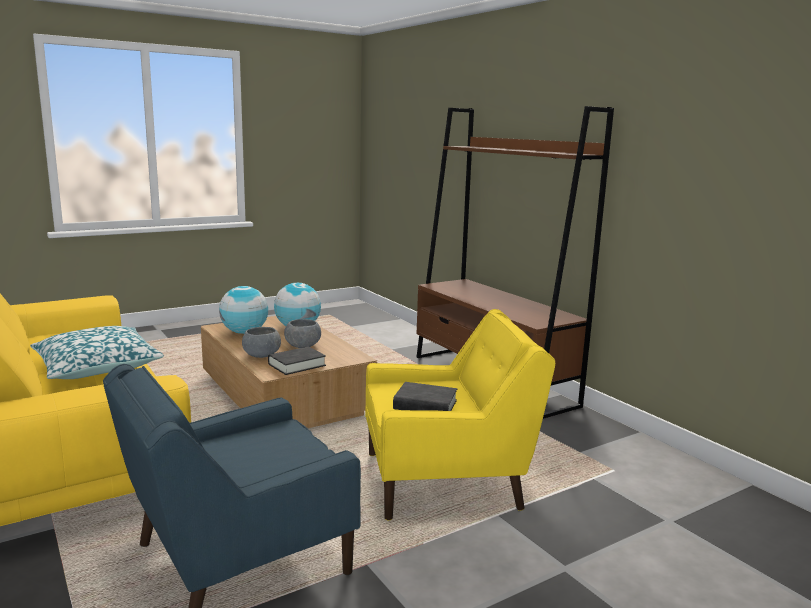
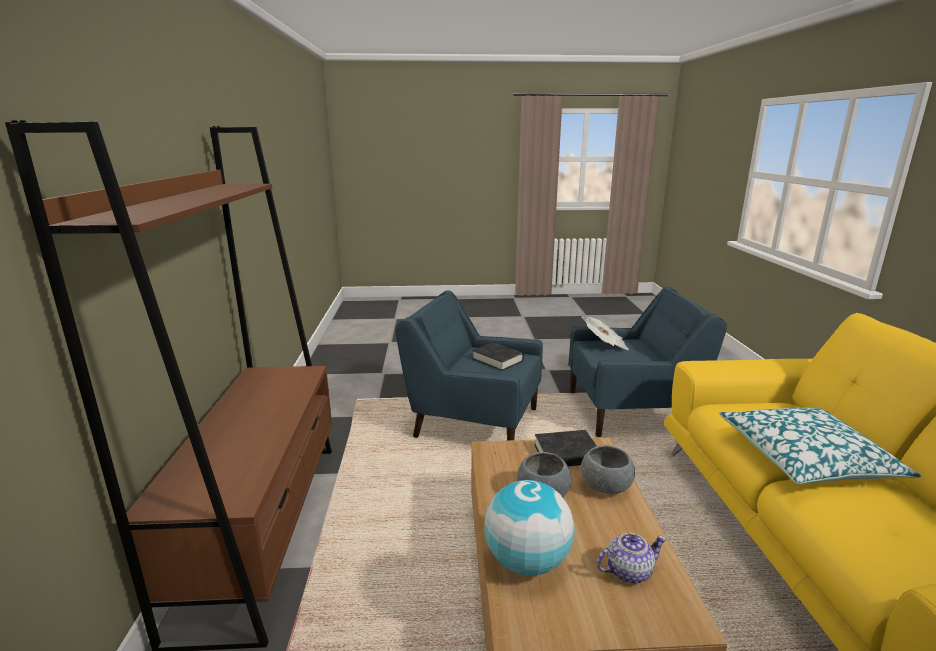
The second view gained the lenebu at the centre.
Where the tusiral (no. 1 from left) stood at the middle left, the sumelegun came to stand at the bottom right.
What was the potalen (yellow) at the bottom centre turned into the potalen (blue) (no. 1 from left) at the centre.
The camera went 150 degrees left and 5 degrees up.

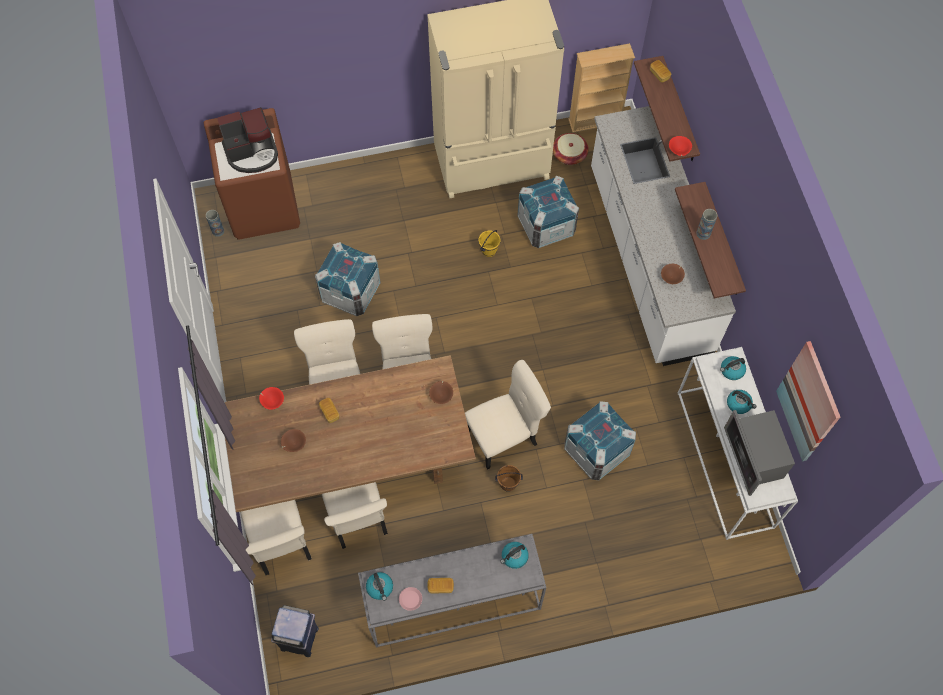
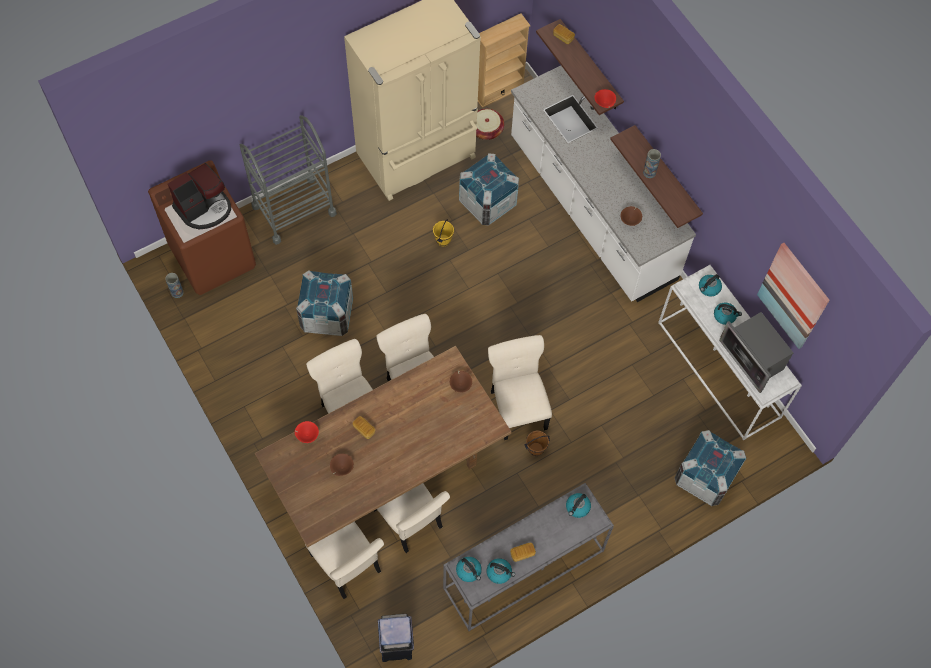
The second view gained the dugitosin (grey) at the top left.
The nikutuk (no. 3 from left) ended up elsewhere, having gone from the centre to the bottom right.
Where the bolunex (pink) stood at the bottom centre, the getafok (no. 2 from left) came to stand at the bottom centre.
The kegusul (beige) (no. 5 from left) at the centre ended up facing another way, 60 degrees counterclockwise from before.
The camera went 20 degrees left and 0 degrees up.

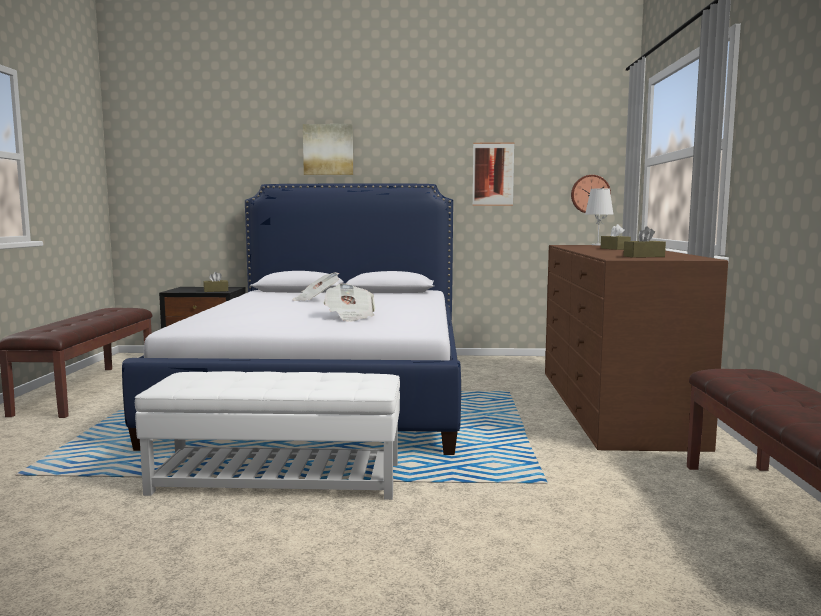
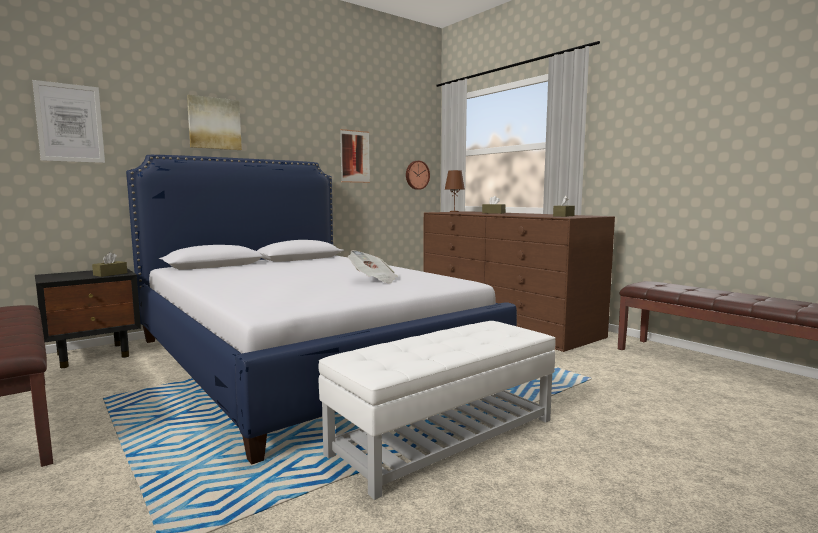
The second view lost the lenebu (no. 1 from left) at the centre.
The second view gained the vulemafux (no. 1 from left) at the top left.
What was the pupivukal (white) at the middle right turned into the pupivukal (brown) at the centre.
The camera went 40 degrees left and 0 degrees up.

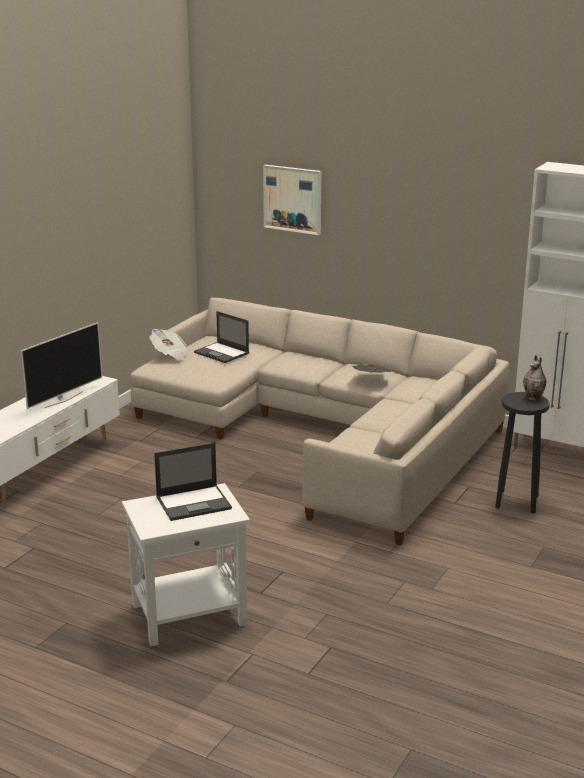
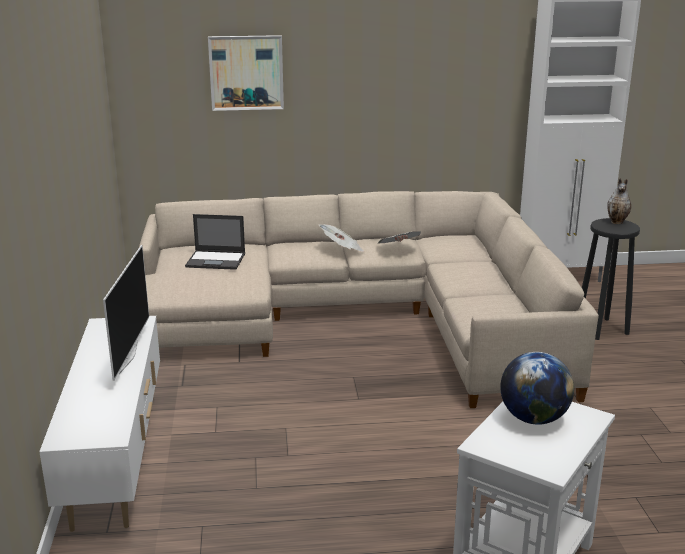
The lenebu (no. 1 from left) ended up elsewhere, having gone from the middle left to the centre.
Where the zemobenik (no. 1 from left) stood at the middle left, the tusiral came to stand at the bottom right.
The camera went 35 degrees left and 0 degrees up.

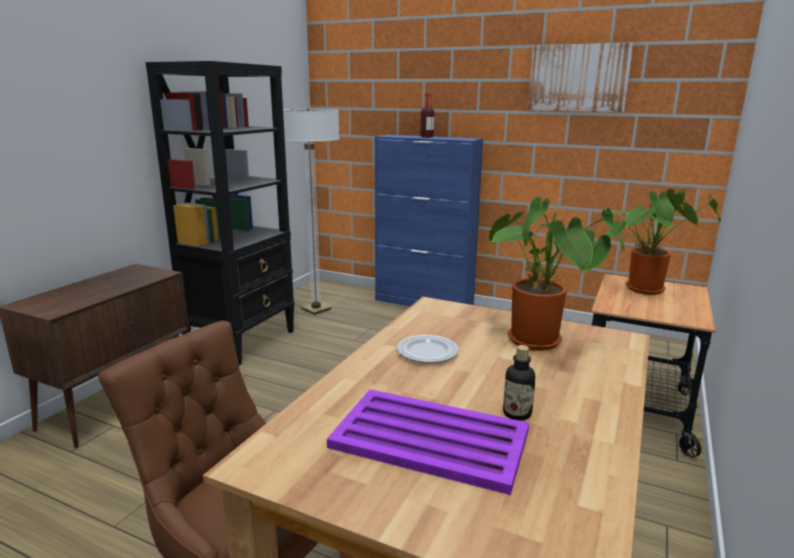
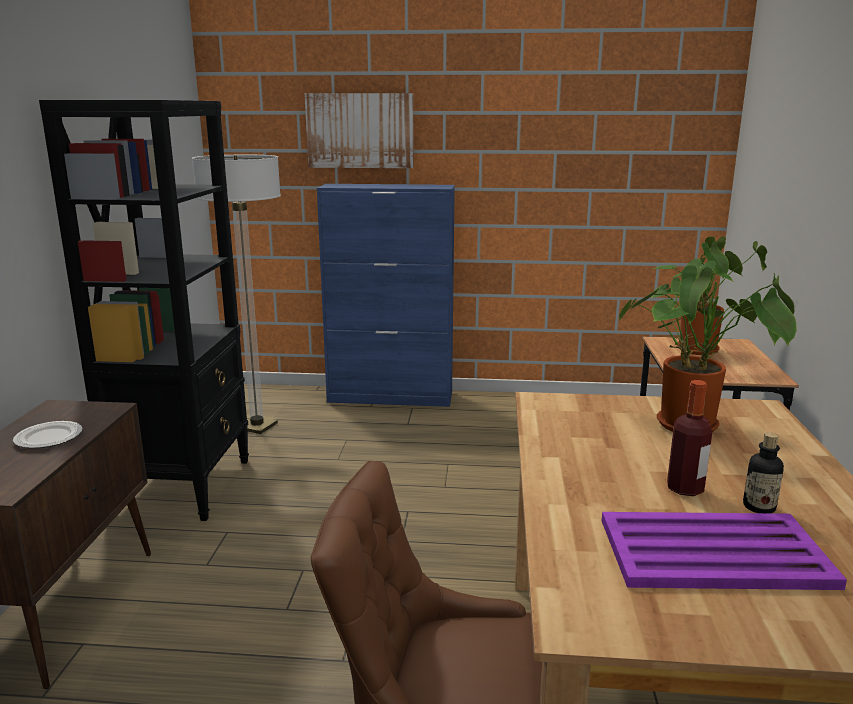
The bolunex ended up elsewhere, having gone from the centre to the middle left.
The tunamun (no. 1 from left) ended up elsewhere, having gone from the top centre to the middle right.
The vulemafux ended up elsewhere, having gone from the top right to the top centre.
The camera went 20 degrees left and 0 degrees up.

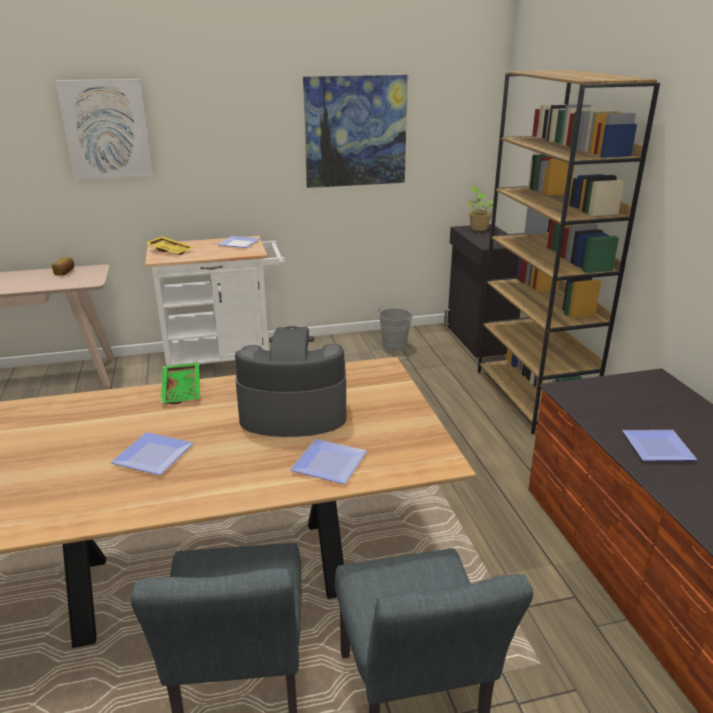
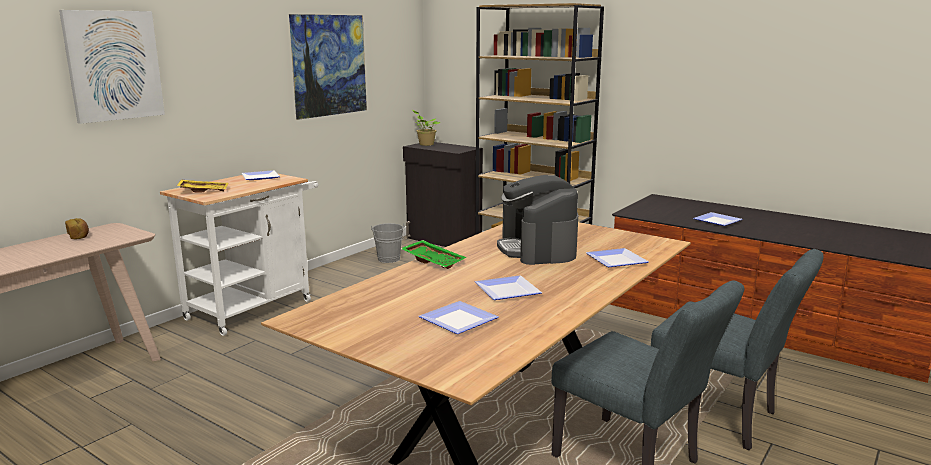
The second view gained the bolunex (no. 2 from left) at the bottom centre.
The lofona at the centre ended up facing another way, 60 degrees counterclockwise from before.
The camera went 40 degrees left and 10 degrees down.

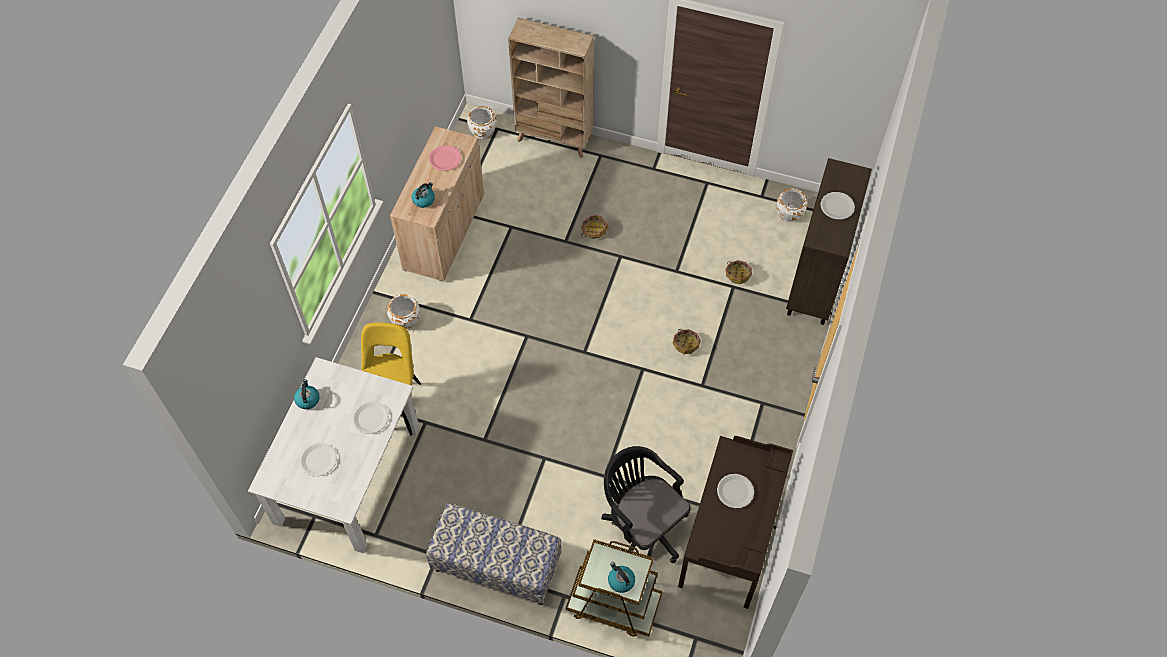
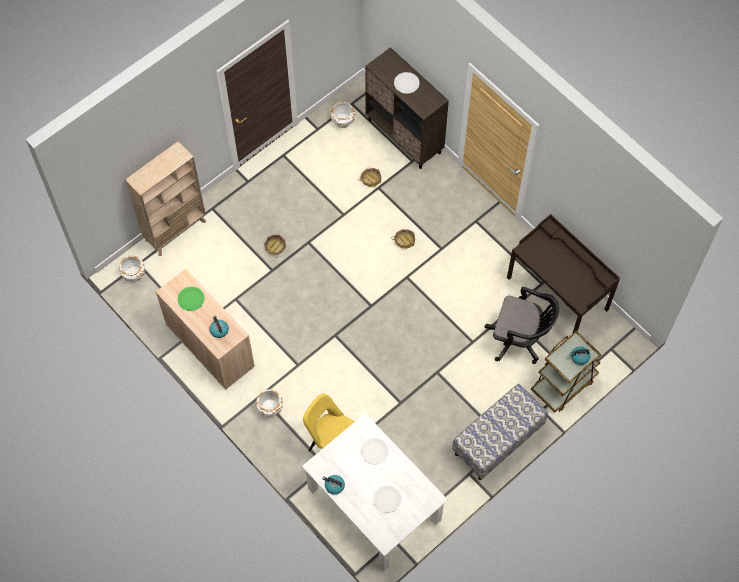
The second view lost the bolunex (white) (no. 3 from left) at the bottom centre.
What was the bolunex (pink) at the top centre turned into the bolunex (green) at the middle left.
The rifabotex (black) at the bottom centre ended up facing another way, 150 degrees counterclockwise from before.
The camera went 60 degrees left and 5 degrees up.

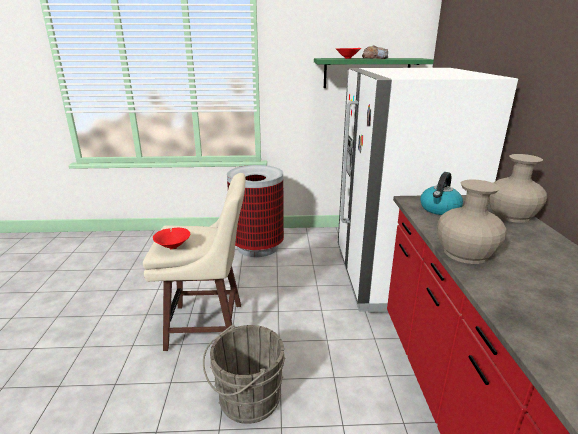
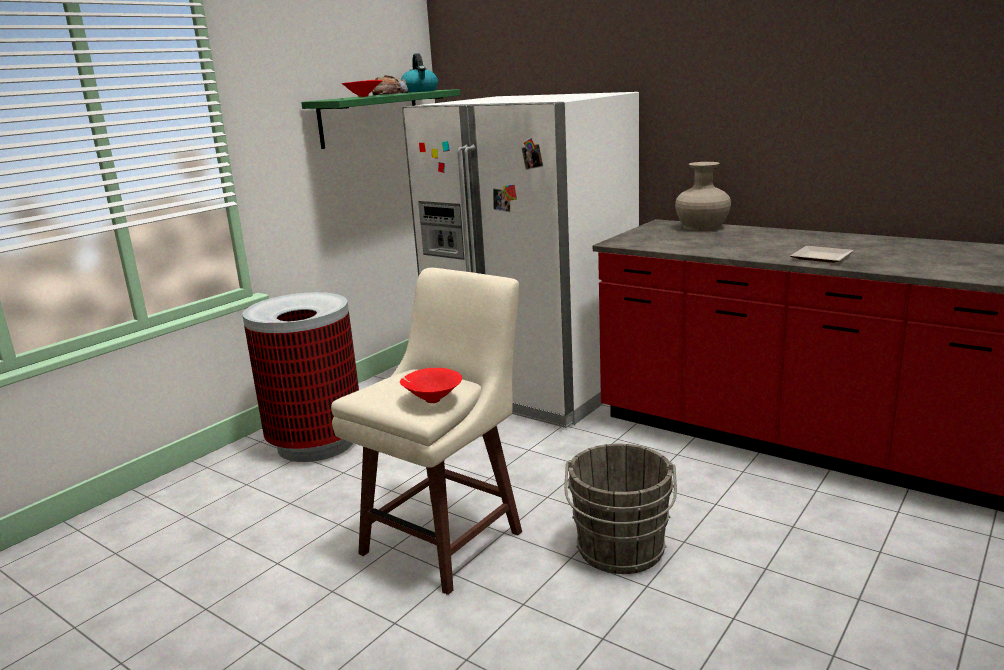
The second view lost the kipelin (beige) (no. 1 from left) at the middle right.
The second view gained the bolunex at the middle right.
The getafok ended up elsewhere, having gone from the middle right to the top centre.
The camera went 50 degrees left and 5 degrees down.

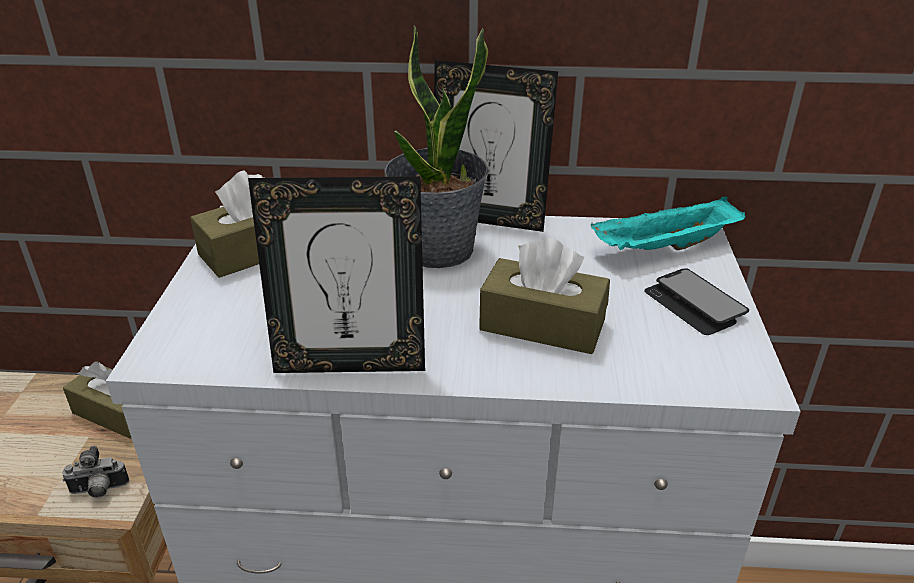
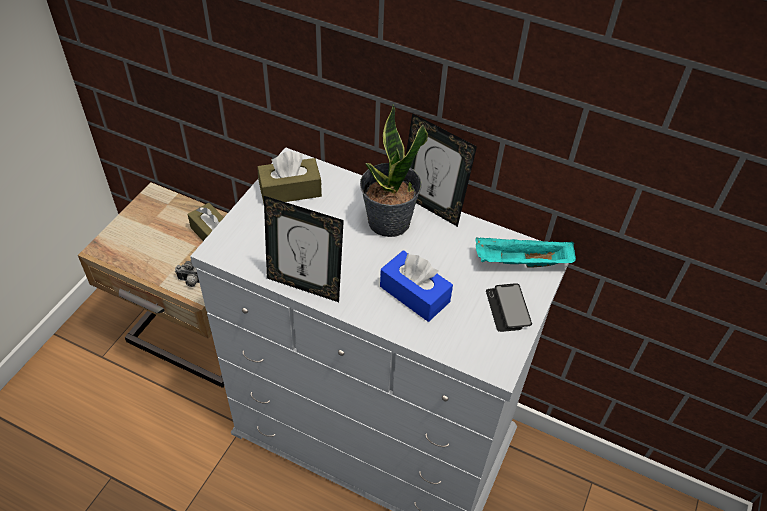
What was the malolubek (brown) (no. 3 from left) at the centre turned into the malolubek (blue) at the centre.
The camera went 20 degrees right and 15 degrees up.

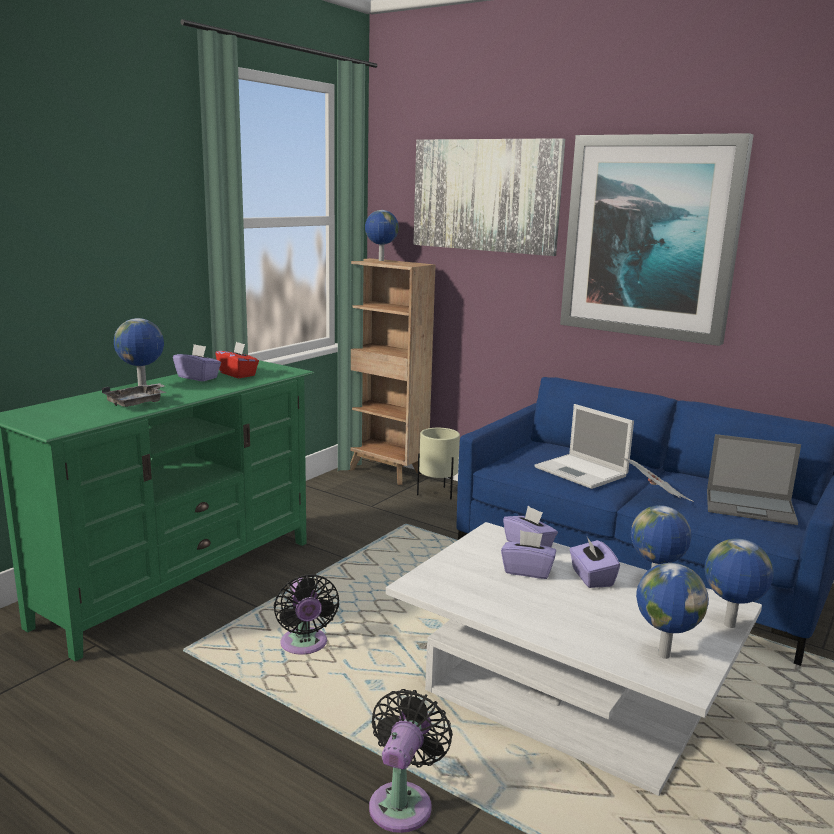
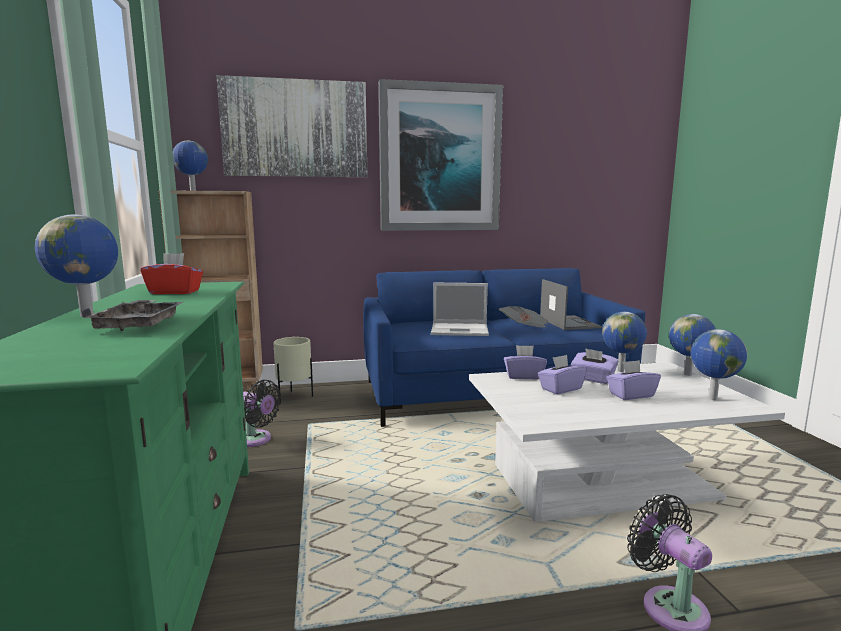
The malolubek (purple) (no. 1 from left in the first image) ended up elsewhere, having gone from the middle left to the middle right.
The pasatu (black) (no. 1 from left) ended up elsewhere, having gone from the bottom centre to the middle left.
The zemobenik (no. 2 from left) at the middle right ended up facing another way, 75 degrees counterclockwise from before.
The camera went 45 degrees left and 5 degrees down.

